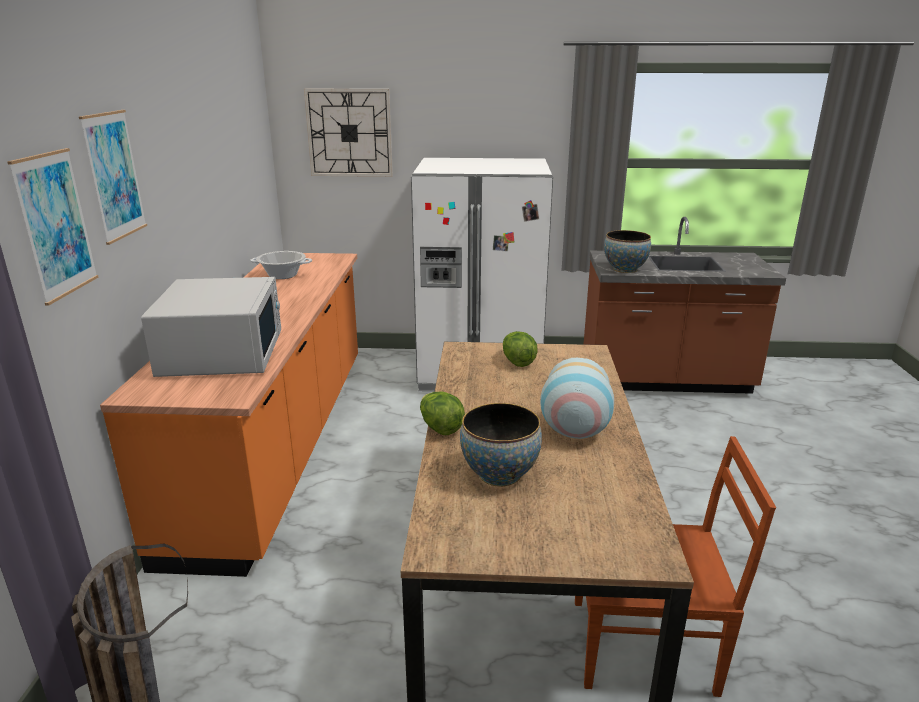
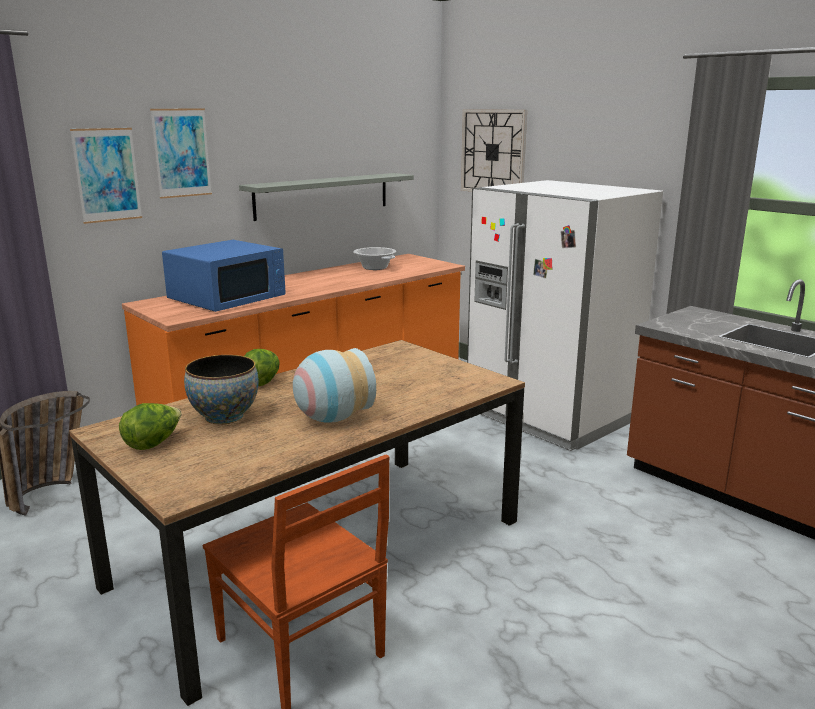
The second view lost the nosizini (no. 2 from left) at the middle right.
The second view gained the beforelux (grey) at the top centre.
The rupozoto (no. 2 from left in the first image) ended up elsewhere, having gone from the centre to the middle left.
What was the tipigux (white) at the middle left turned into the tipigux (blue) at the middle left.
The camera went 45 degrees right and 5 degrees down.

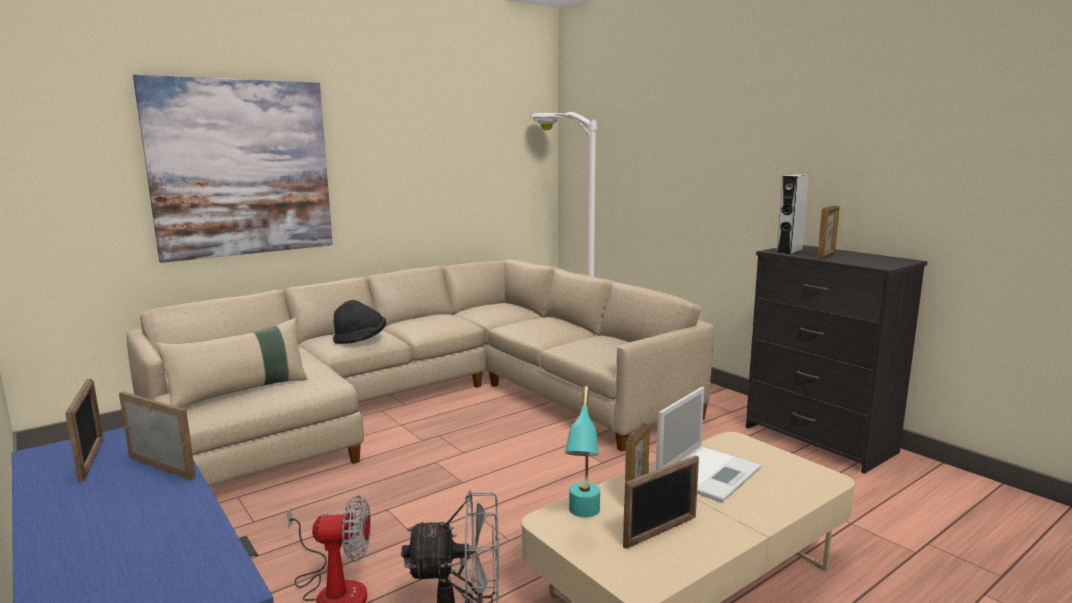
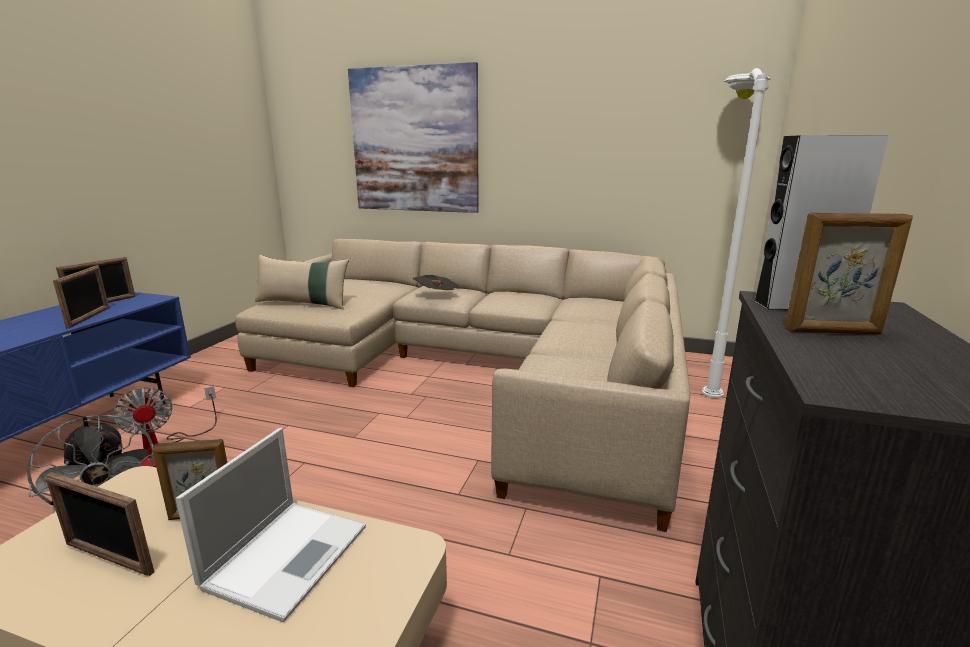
The second view lost the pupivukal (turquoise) at the bottom centre.
Where the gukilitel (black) stood at the centre, the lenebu came to stand at the centre.
The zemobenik at the bottom centre ended up facing another way, 75 degrees counterclockwise from before.
The camera went 55 degrees right and 5 degrees up.

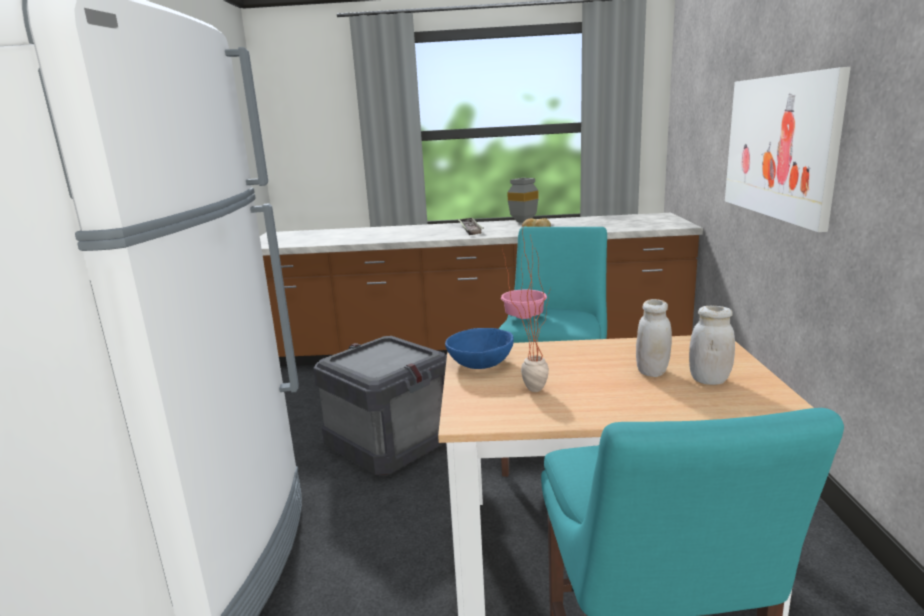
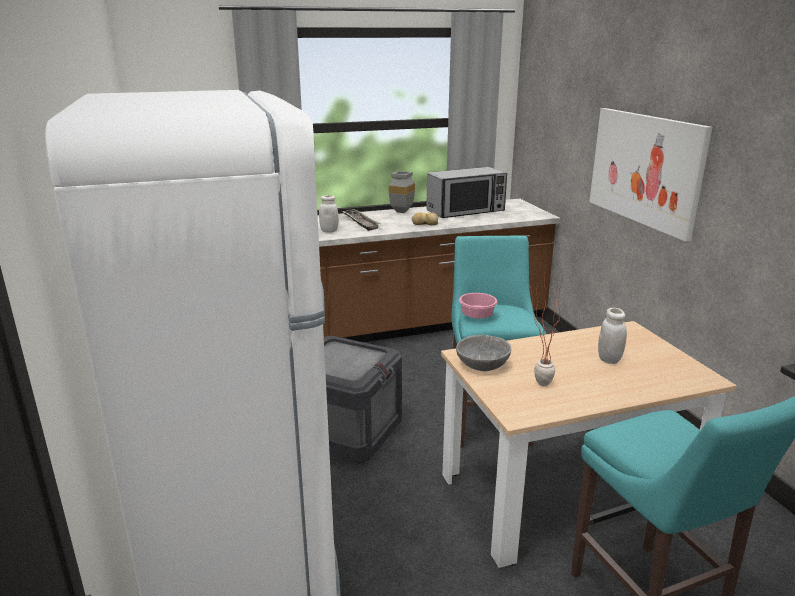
The second view gained the tipigux at the top centre.
The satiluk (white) (no. 2 from left in the first image) ended up elsewhere, having gone from the middle right to the centre.
What was the nosizini (blue) at the centre turned into the nosizini (grey) at the centre.
The camera went 20 degrees left and 5 degrees up.

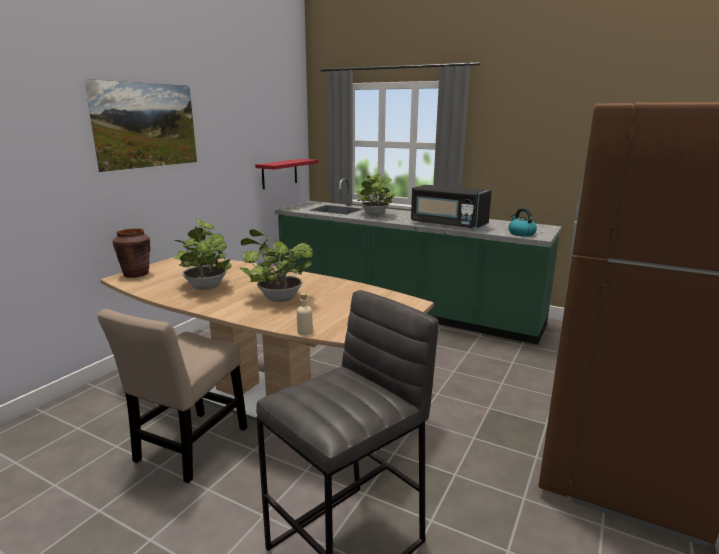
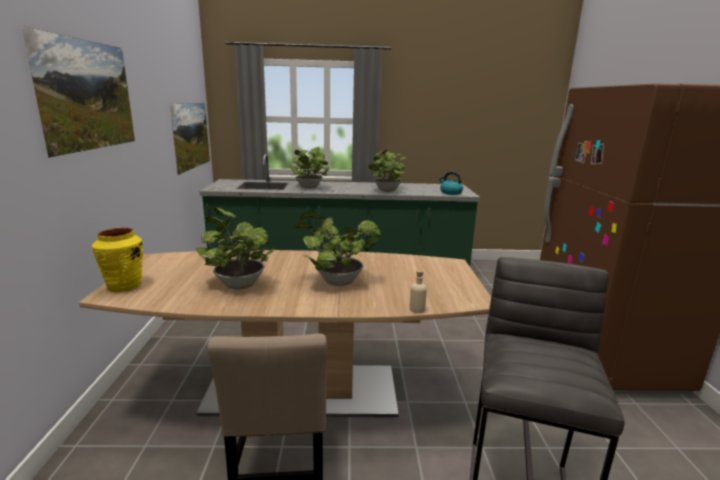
Where the beforelux (red) hung at the top centre, the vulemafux (no. 2 from left) came to hang at the top left.
Where the tipigux (black) stood at the centre, the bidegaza (no. 4 from left) came to stand at the centre.
What was the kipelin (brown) at the middle left turned into the kipelin (yellow) at the middle left.
The camera went 30 degrees left and 0 degrees up.

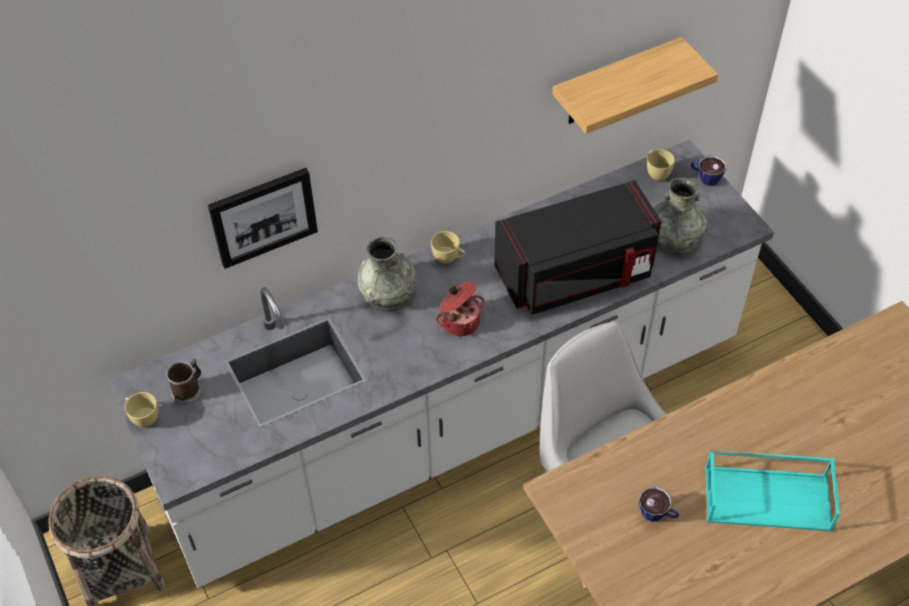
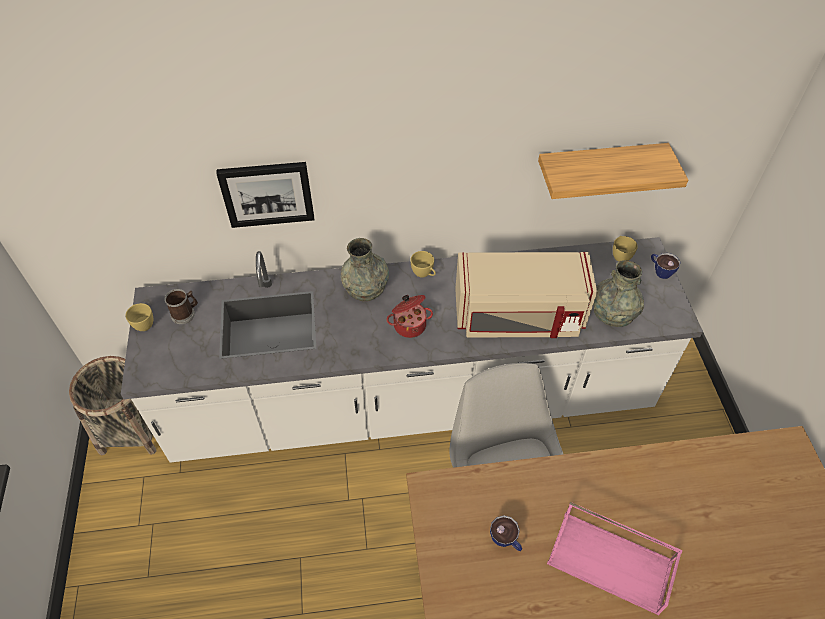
What was the tipigux (black) at the centre turned into the tipigux (beige) at the centre.
What was the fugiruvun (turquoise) at the bottom right turned into the fugiruvun (pink) at the bottom right.
The camera went 20 degrees right and 0 degrees up.

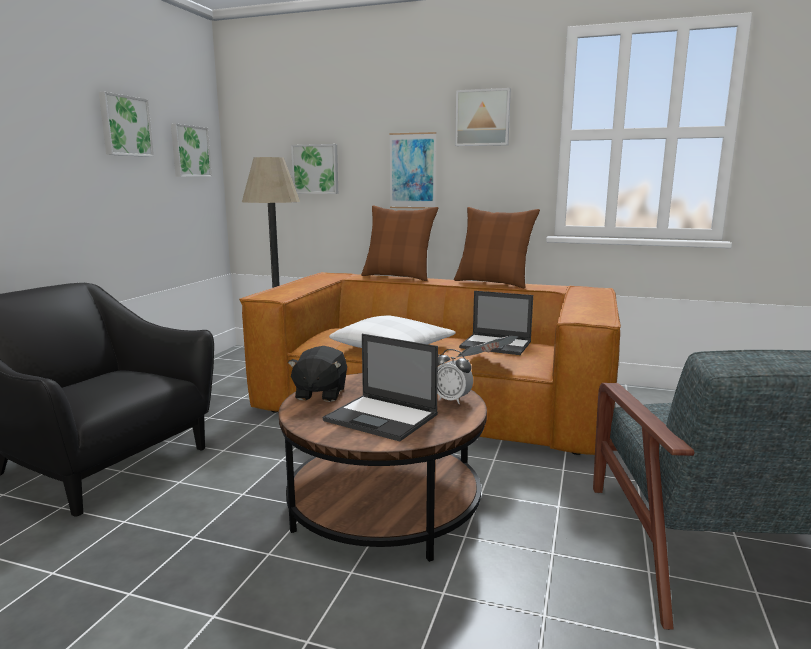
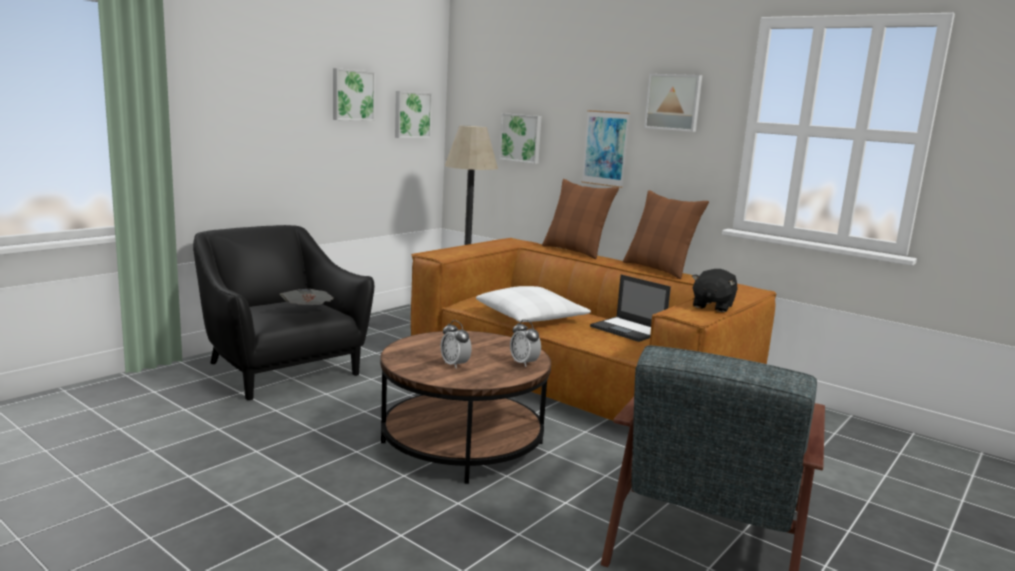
The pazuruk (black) ended up elsewhere, having gone from the centre to the middle right.
The lenebu ended up elsewhere, having gone from the centre to the middle left.
Where the zemobenik (no. 1 from left) stood at the centre, the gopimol (no. 1 from left) came to stand at the centre.
The camera went 20 degrees right and 0 degrees up.

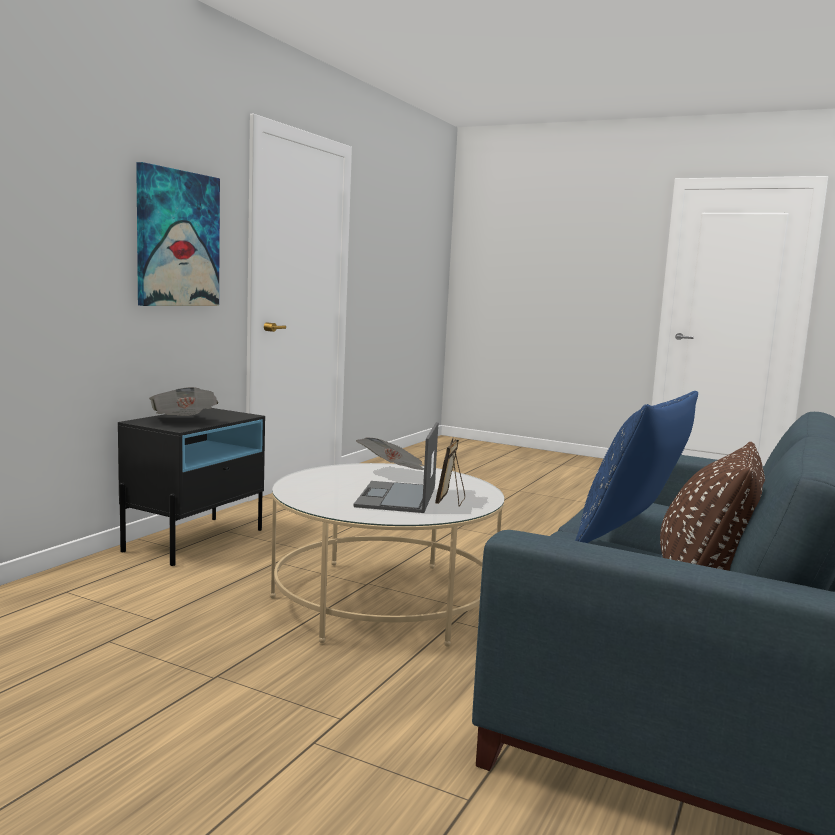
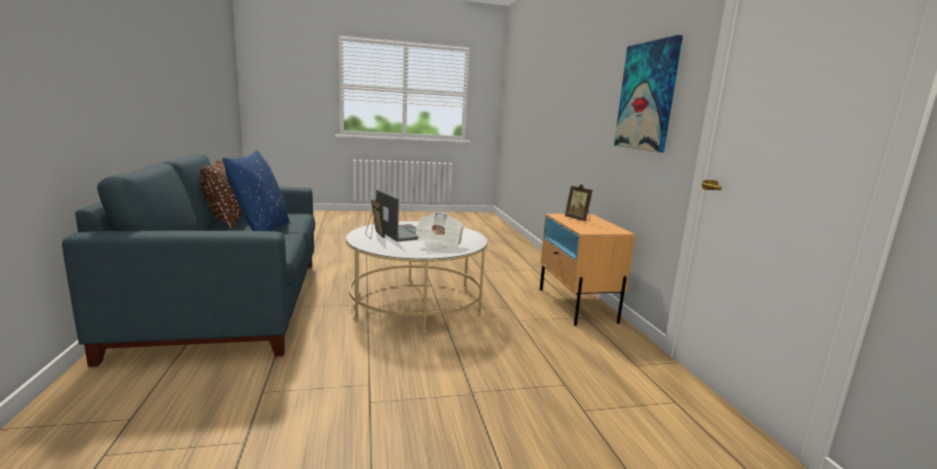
Where the lenebu (no. 1 from left) stood at the middle left, the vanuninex (no. 2 from left) came to stand at the centre.
What was the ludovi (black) at the middle left turned into the ludovi (beige) at the centre.
The camera went 140 degrees right and 5 degrees up.

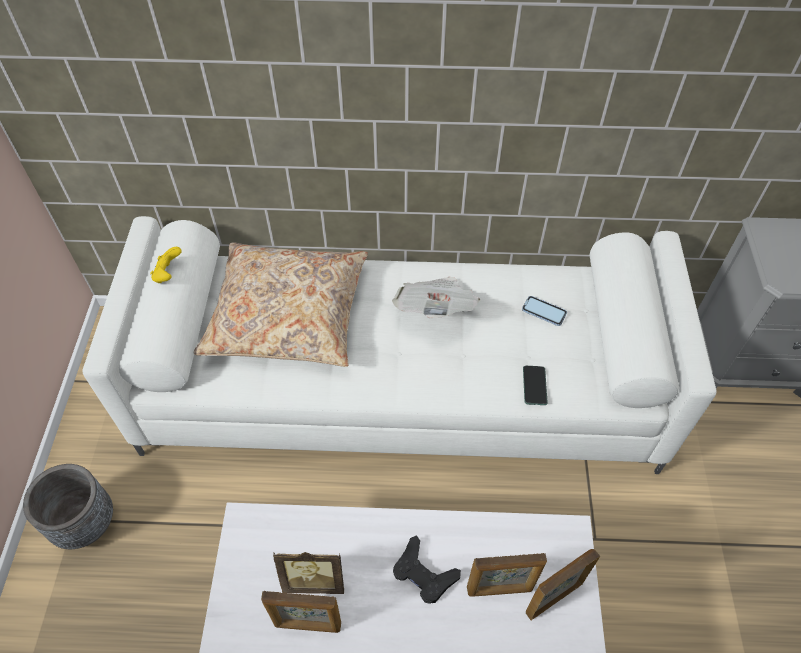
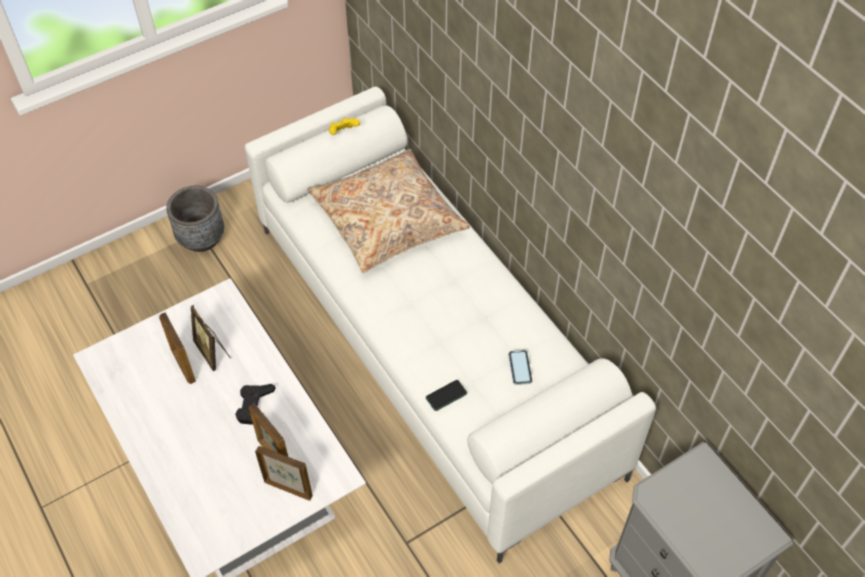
The second view lost the lenebu at the centre.
The camera went 55 degrees right and 0 degrees up.

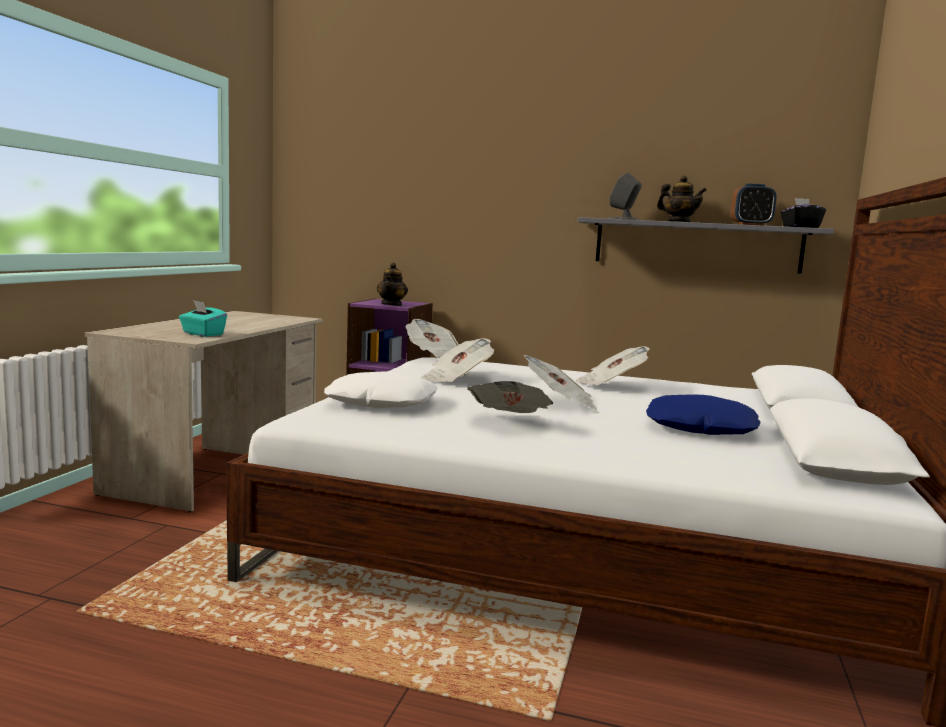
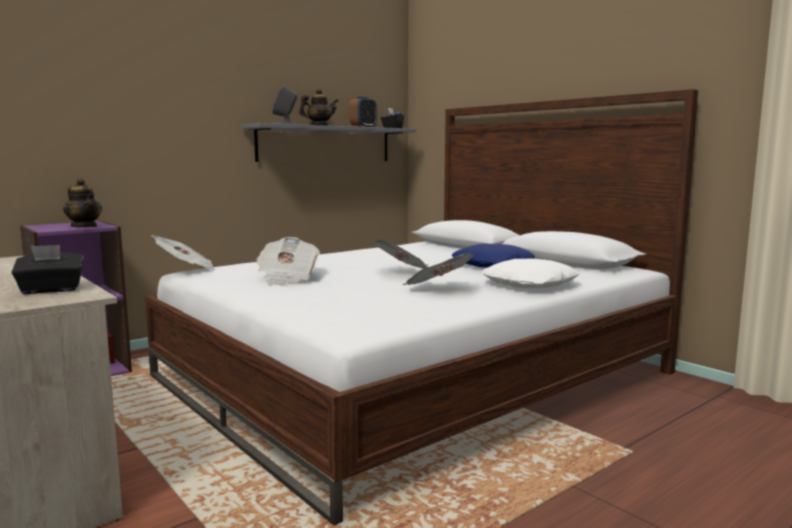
The second view lost the lenebu (no. 5 from left) at the centre.
The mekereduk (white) ended up elsewhere, having gone from the centre to the middle right.
What was the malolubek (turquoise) at the middle left turned into the malolubek (black) (no. 1 from left) at the middle left.
The camera went 55 degrees left and 0 degrees up.

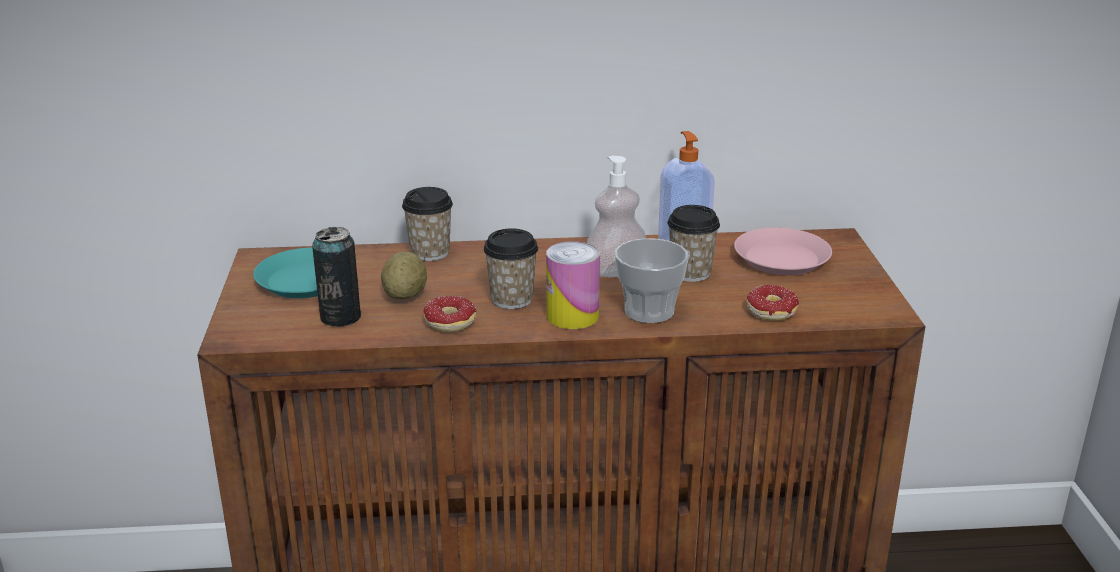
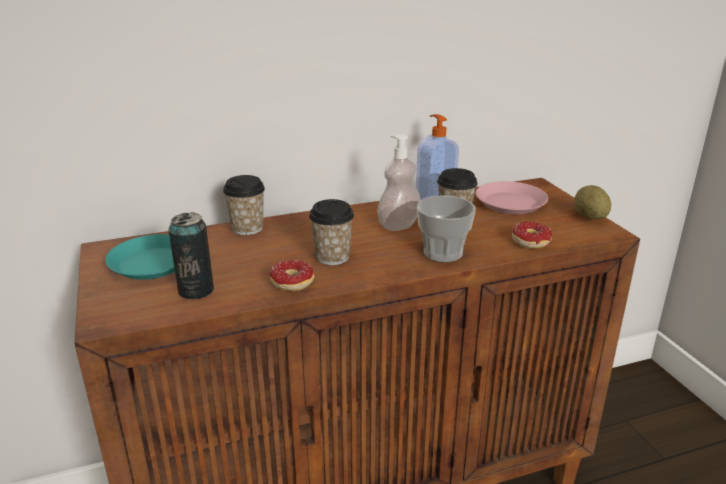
The second view lost the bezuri (no. 2 from left) at the centre.
The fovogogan ended up elsewhere, having gone from the centre to the middle right.
The camera went 15 degrees left and 0 degrees up.

